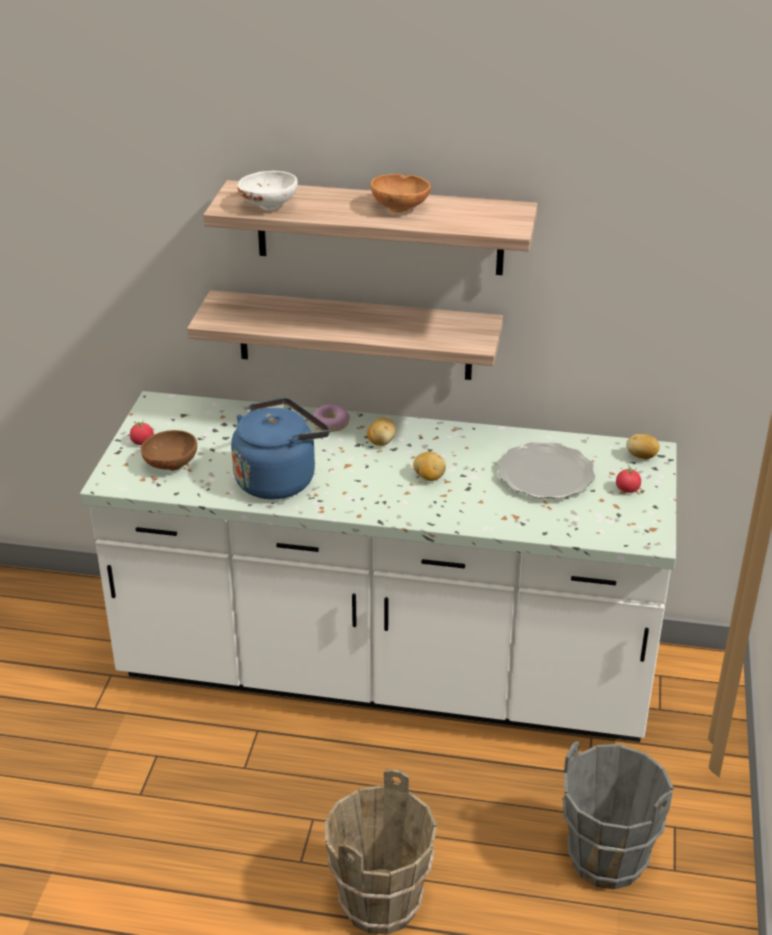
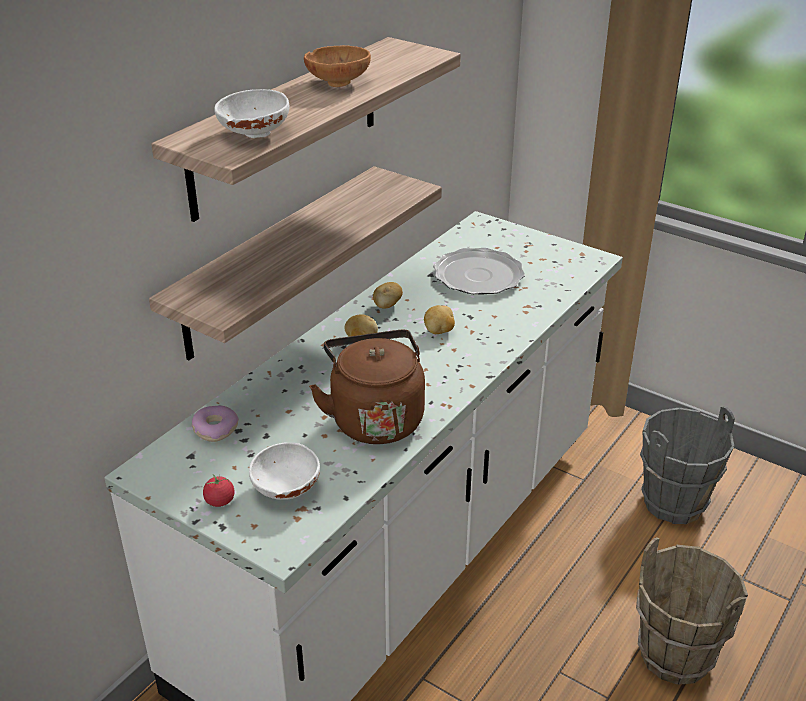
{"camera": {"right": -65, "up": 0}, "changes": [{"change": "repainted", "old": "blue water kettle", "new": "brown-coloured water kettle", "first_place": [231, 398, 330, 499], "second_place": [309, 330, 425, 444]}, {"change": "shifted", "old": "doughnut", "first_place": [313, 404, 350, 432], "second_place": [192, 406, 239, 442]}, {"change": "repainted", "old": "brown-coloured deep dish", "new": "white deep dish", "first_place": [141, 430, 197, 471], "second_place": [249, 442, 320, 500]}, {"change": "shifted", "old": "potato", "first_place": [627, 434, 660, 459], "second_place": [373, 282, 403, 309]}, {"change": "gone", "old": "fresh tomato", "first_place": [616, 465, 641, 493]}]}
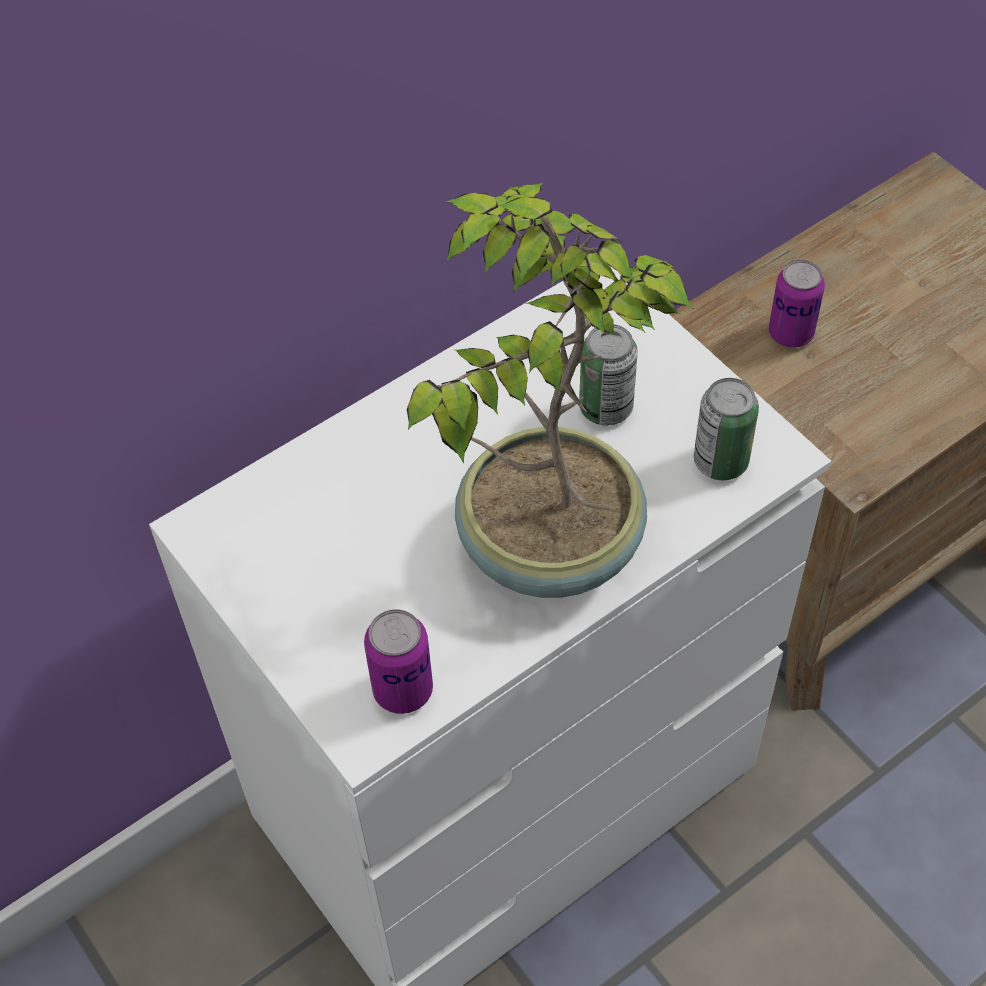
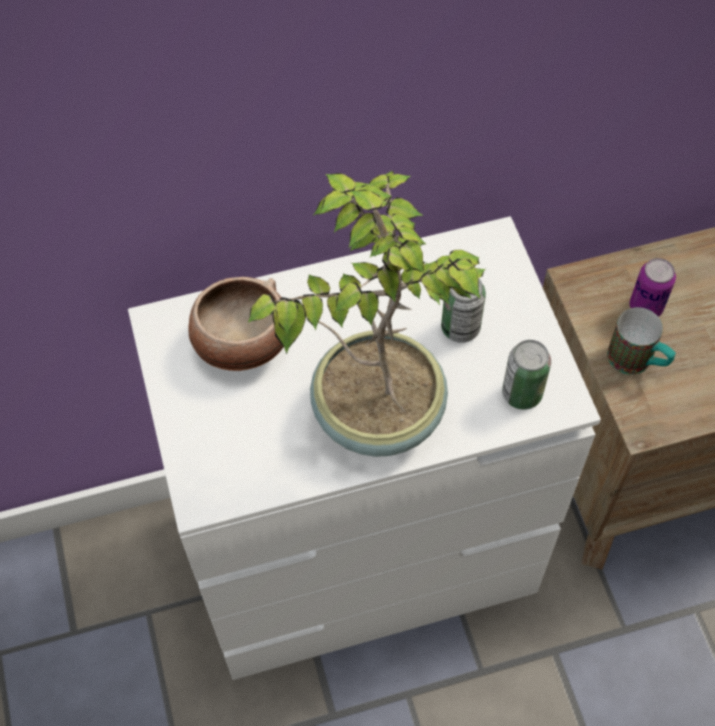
{"camera": {"right": 20, "up": 5}, "changes": [{"change": "gone", "old": "can", "first_place": [364, 609, 433, 714]}, {"change": "new", "new": "deep dish", "second_place": [189, 277, 284, 371]}, {"change": "new", "new": "mug", "second_place": [607, 307, 676, 375]}]}
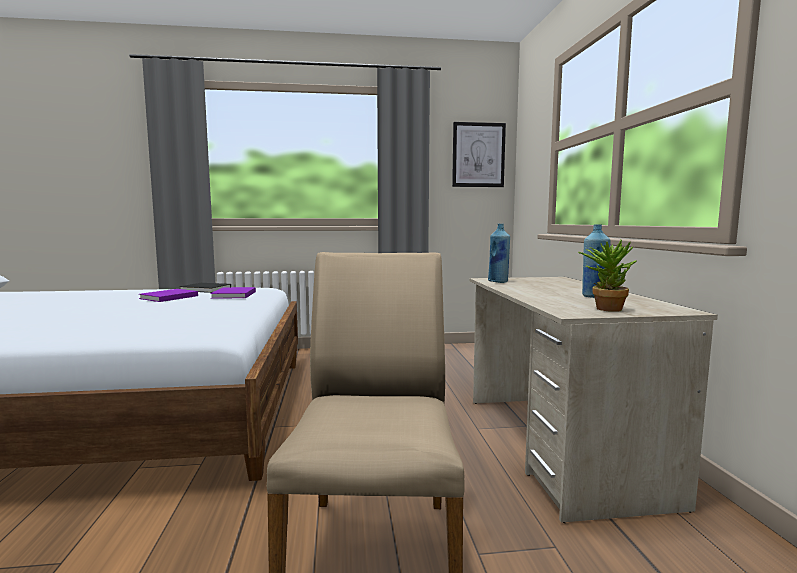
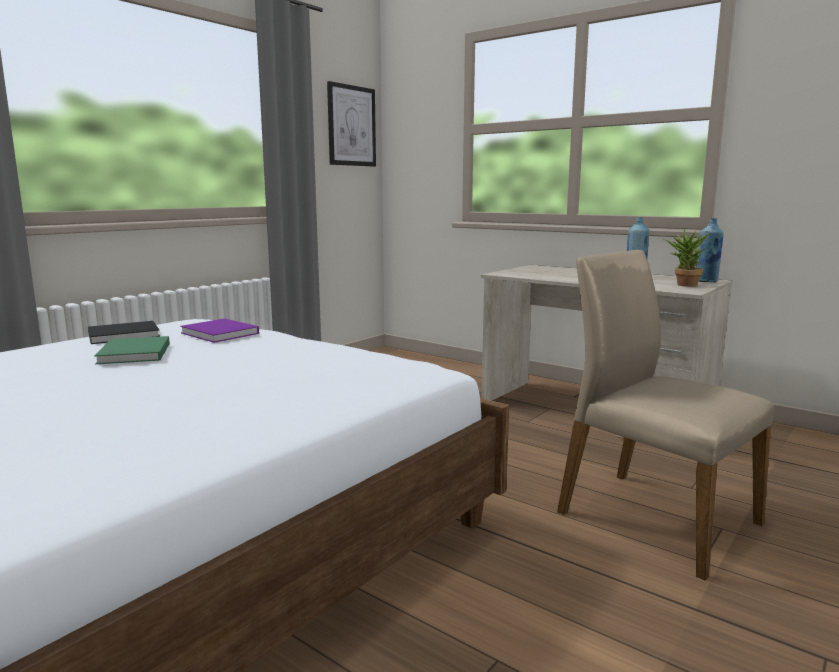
{"camera": {"right": -45, "up": 5}, "changes": [{"change": "shifted", "old": "blue bottle", "first_place": [488, 224, 510, 283], "second_place": [696, 218, 724, 283]}, {"change": "repainted", "old": "purple-coloured book", "new": "green book", "first_place": [139, 289, 198, 302], "second_place": [94, 336, 170, 364]}]}
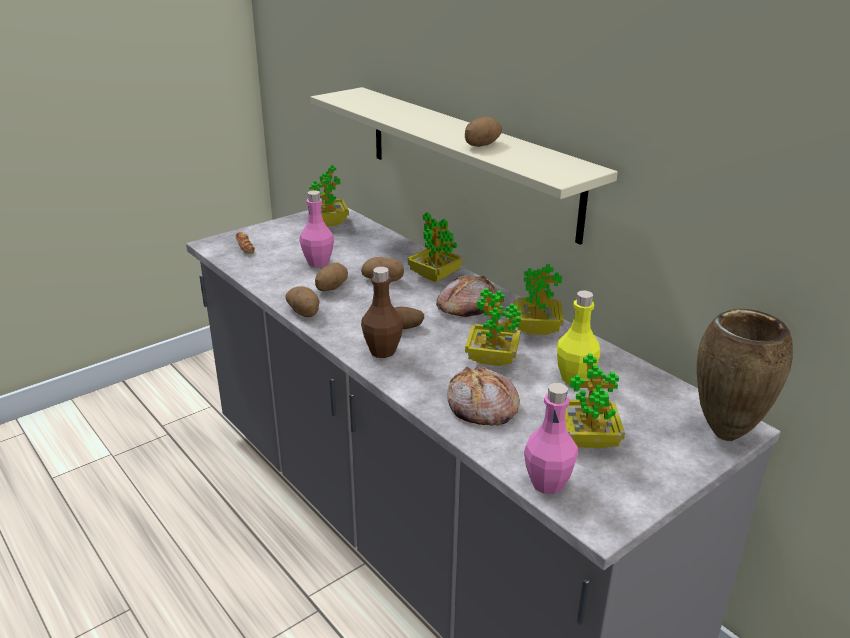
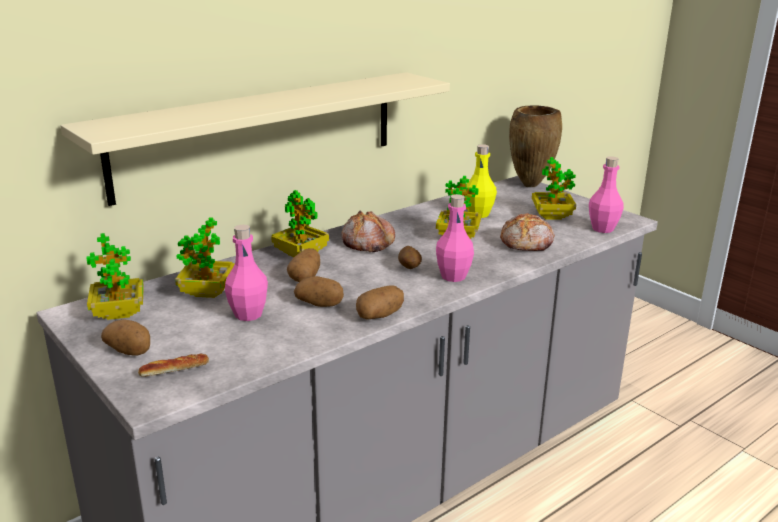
{"camera": {"right": -90, "up": -5}, "changes": [{"change": "shifted", "old": "potato", "first_place": [465, 117, 502, 147], "second_place": [101, 319, 150, 356]}, {"change": "shifted", "old": "potted plant", "first_place": [514, 264, 564, 335], "second_place": [175, 217, 235, 298]}, {"change": "repainted", "old": "brown-coloured bottle", "new": "pink bottle", "first_place": [361, 267, 403, 358], "second_place": [436, 194, 474, 282]}]}
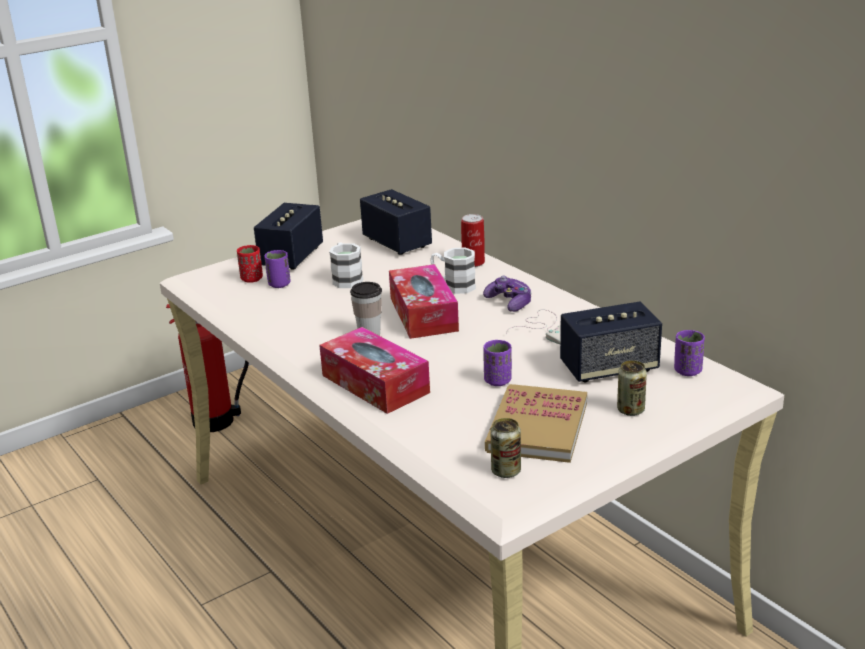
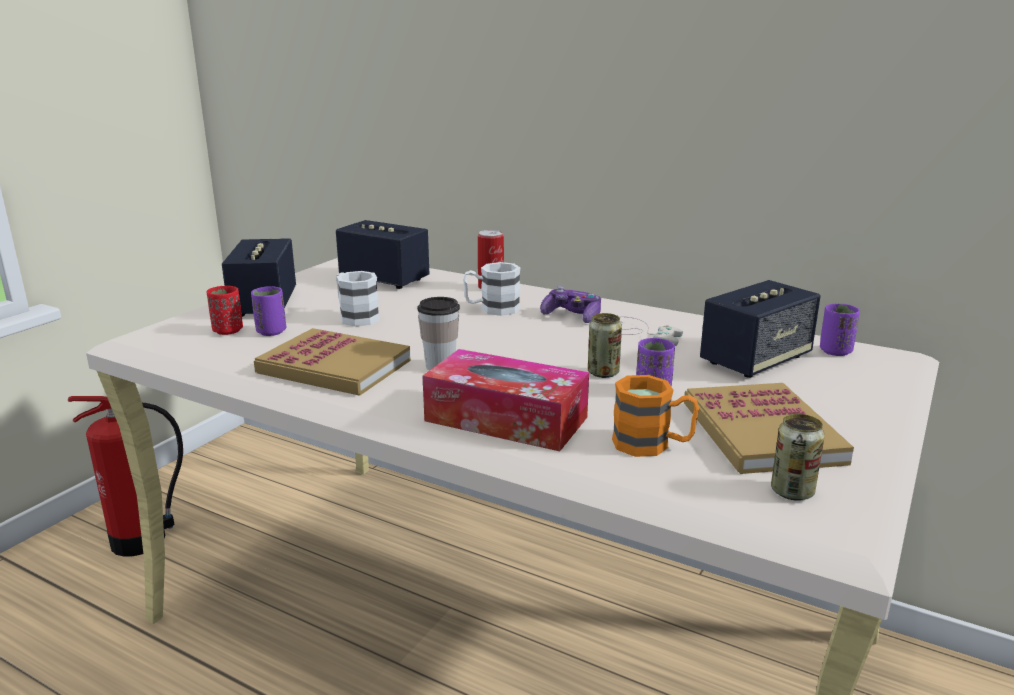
{"camera": {"right": -25, "up": -5}, "changes": [{"change": "gone", "old": "tissue box", "first_place": [389, 264, 459, 339]}, {"change": "shifted", "old": "can", "first_place": [617, 360, 647, 416], "second_place": [588, 313, 622, 378]}, {"change": "new", "new": "book", "second_place": [254, 328, 411, 396]}, {"change": "new", "new": "orange-coloured mug", "second_place": [612, 375, 699, 457]}]}
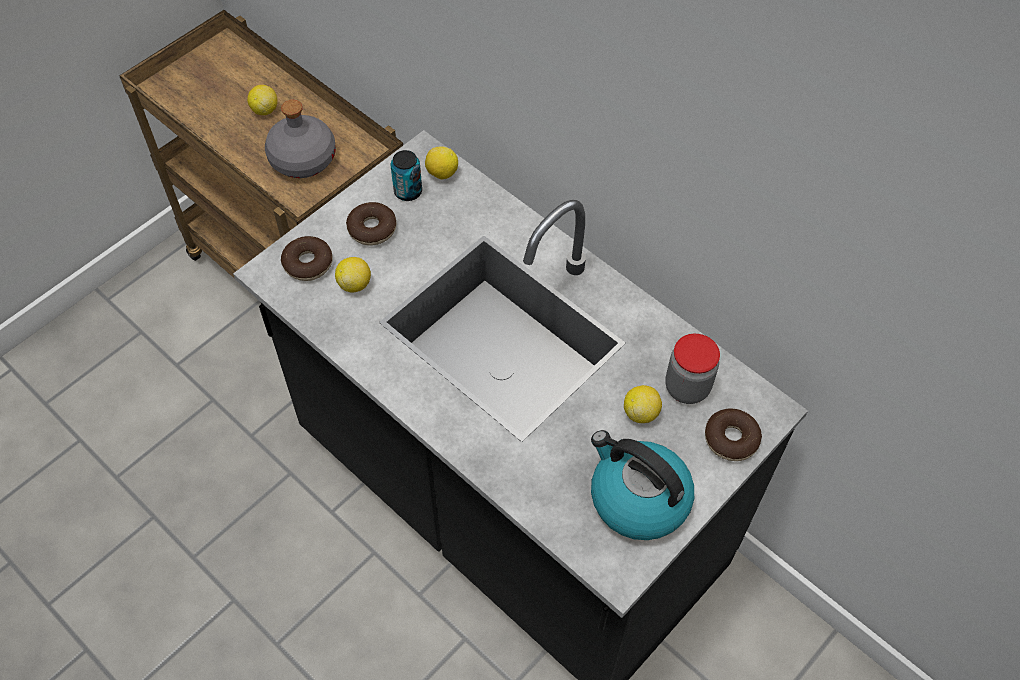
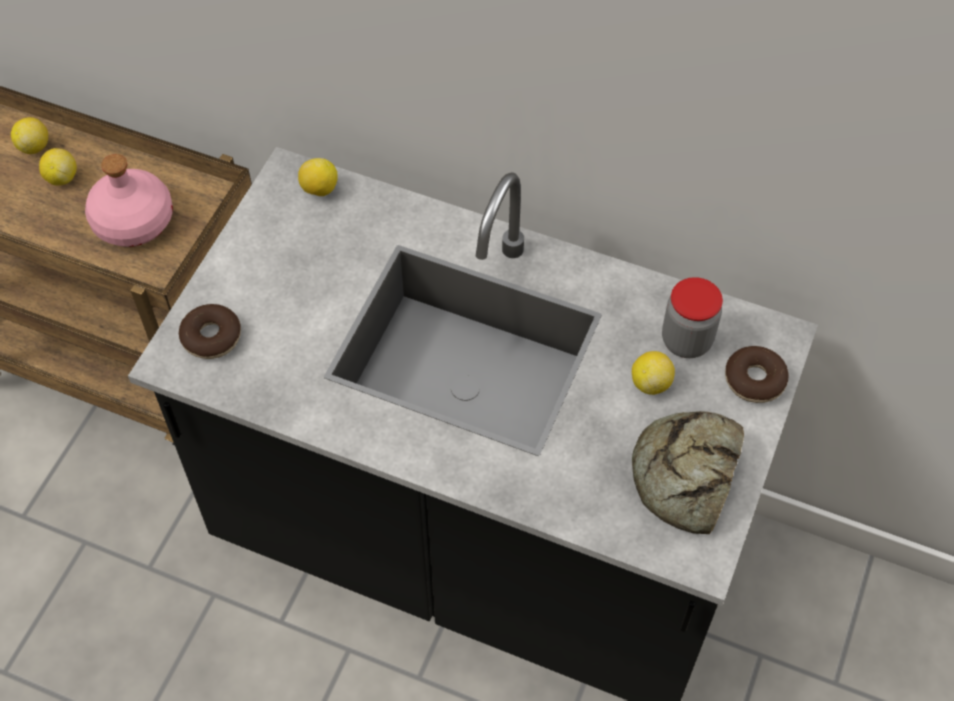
{"camera": {"right": -20, "up": 0}, "changes": [{"change": "repainted", "old": "greyish bottle", "new": "pink bottle", "first_place": [265, 100, 336, 178], "second_place": [85, 154, 173, 247]}, {"change": "gone", "old": "can", "first_place": [391, 150, 422, 201]}, {"change": "gone", "old": "doughnut", "first_place": [346, 202, 397, 246]}, {"change": "shifted", "old": "whole lemon", "first_place": [335, 257, 371, 293], "second_place": [11, 117, 48, 154]}, {"change": "swapped", "old": "water kettle", "new": "bread", "first_place": [591, 430, 694, 540], "second_place": [632, 411, 744, 534]}]}
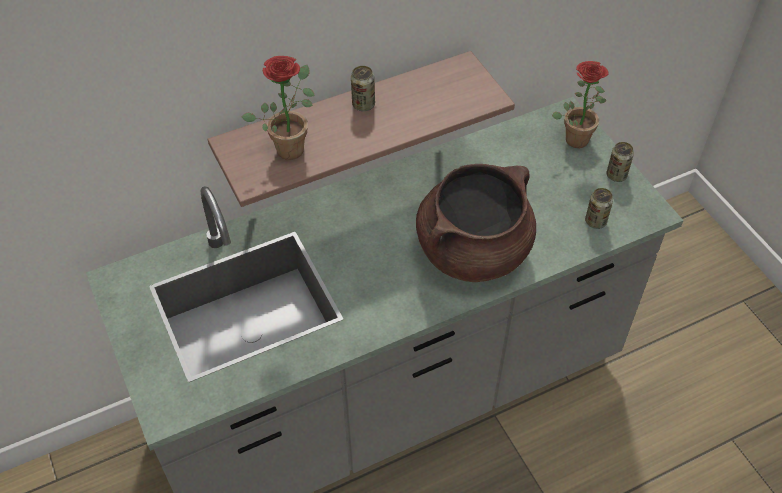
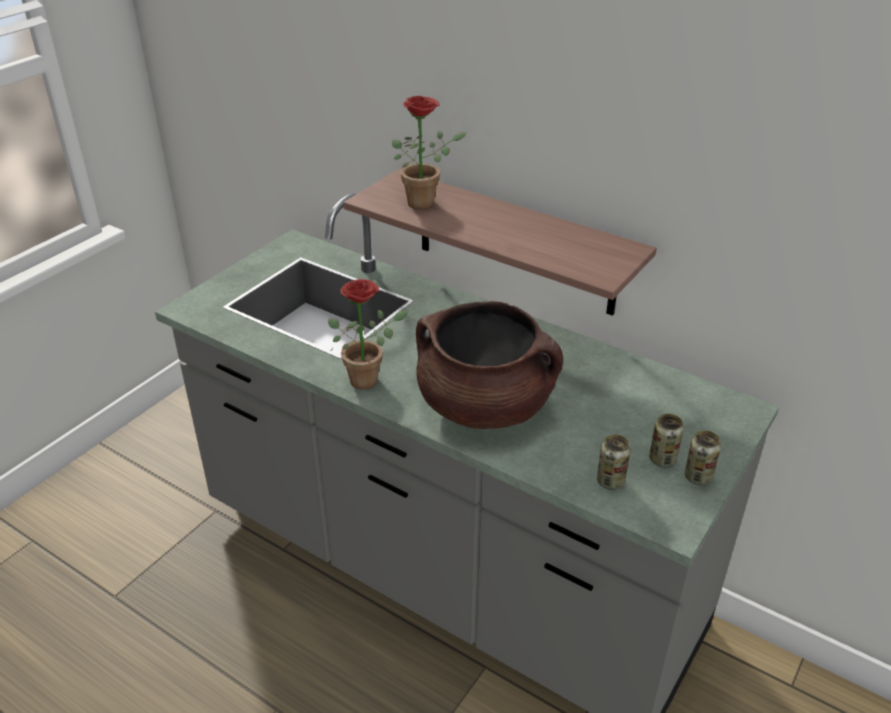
{"camera": {"right": 60, "up": -15}, "changes": [{"change": "shifted", "old": "potted plant", "first_place": [552, 61, 609, 148], "second_place": [328, 279, 408, 389]}, {"change": "shifted", "old": "can", "first_place": [351, 66, 375, 111], "second_place": [649, 414, 684, 467]}]}
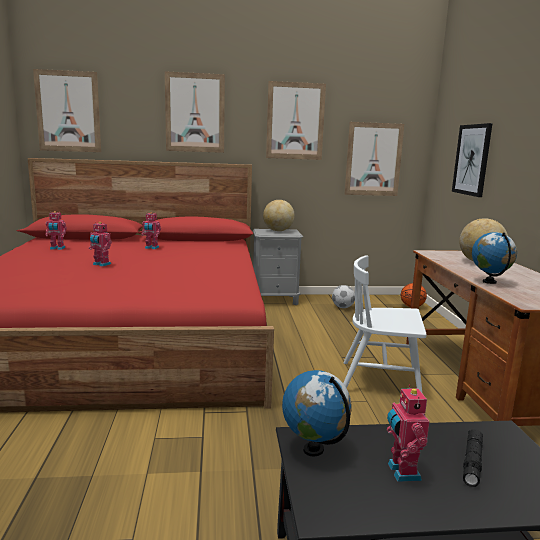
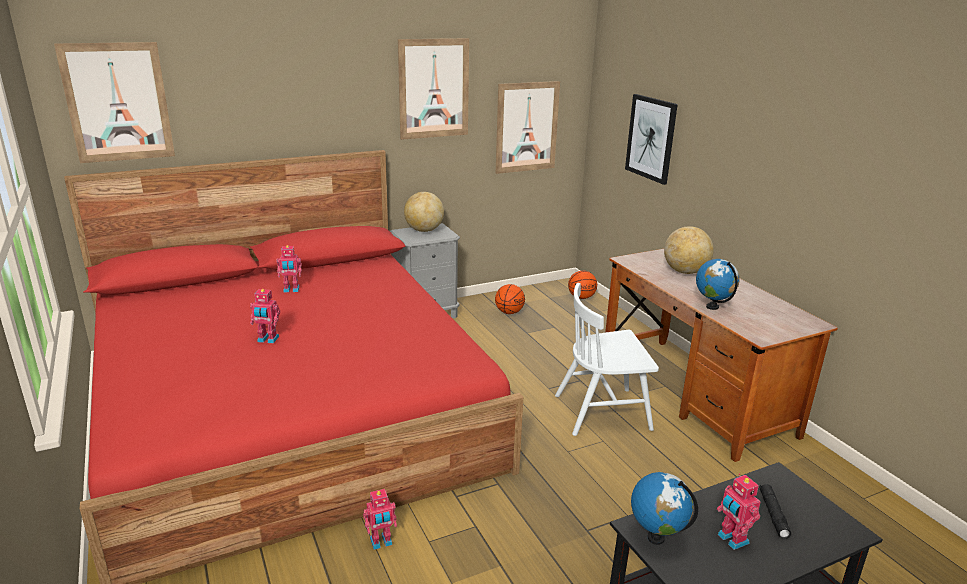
{"camera": {"right": -20, "up": 10}, "changes": [{"change": "gone", "old": "wall picture", "first_place": [165, 71, 225, 153]}, {"change": "shifted", "old": "toy robot", "first_place": [45, 211, 67, 250], "second_place": [363, 489, 397, 550]}, {"change": "swapped", "old": "football ball", "new": "basketball", "first_place": [332, 285, 355, 308], "second_place": [495, 284, 525, 314]}]}
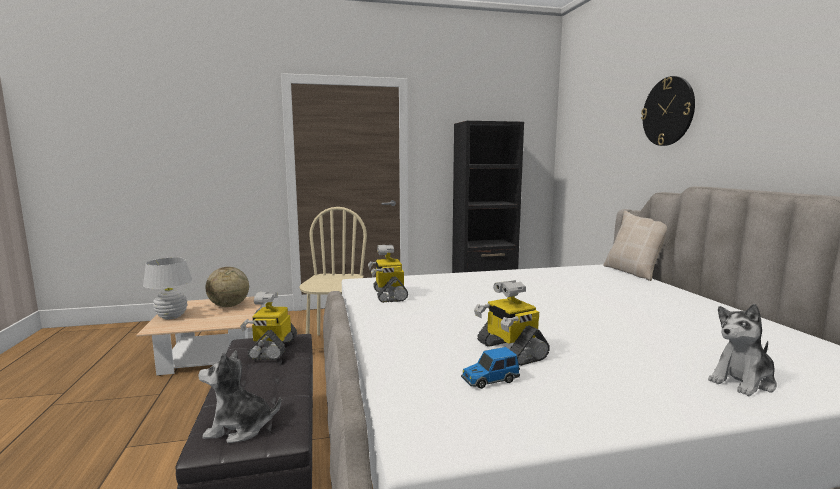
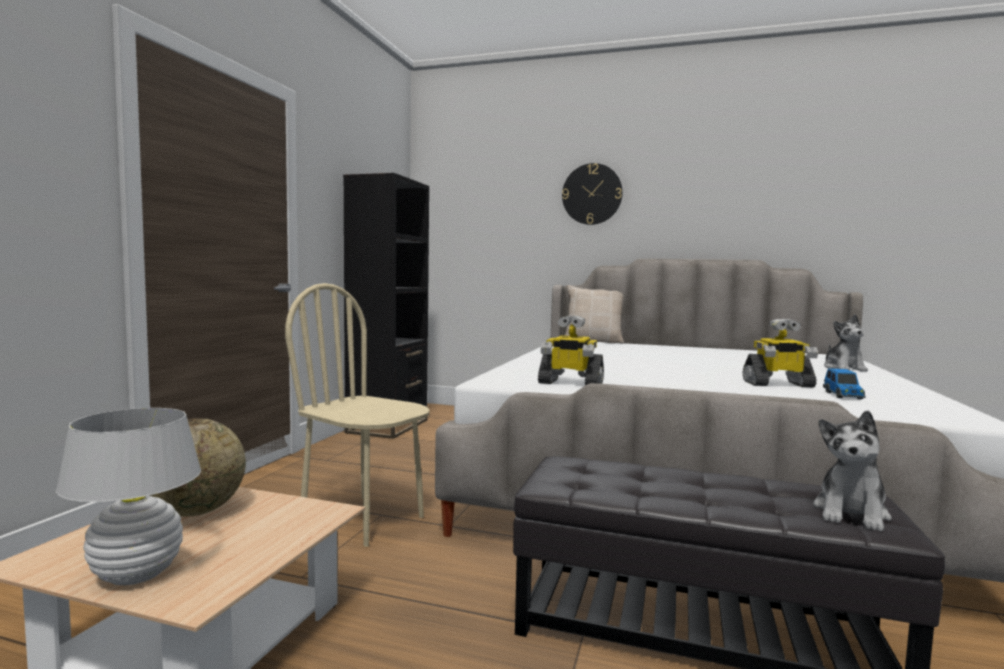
{"camera": {"right": -60, "up": -5}, "changes": [{"change": "gone", "old": "toy robot", "first_place": [240, 292, 297, 360]}]}
